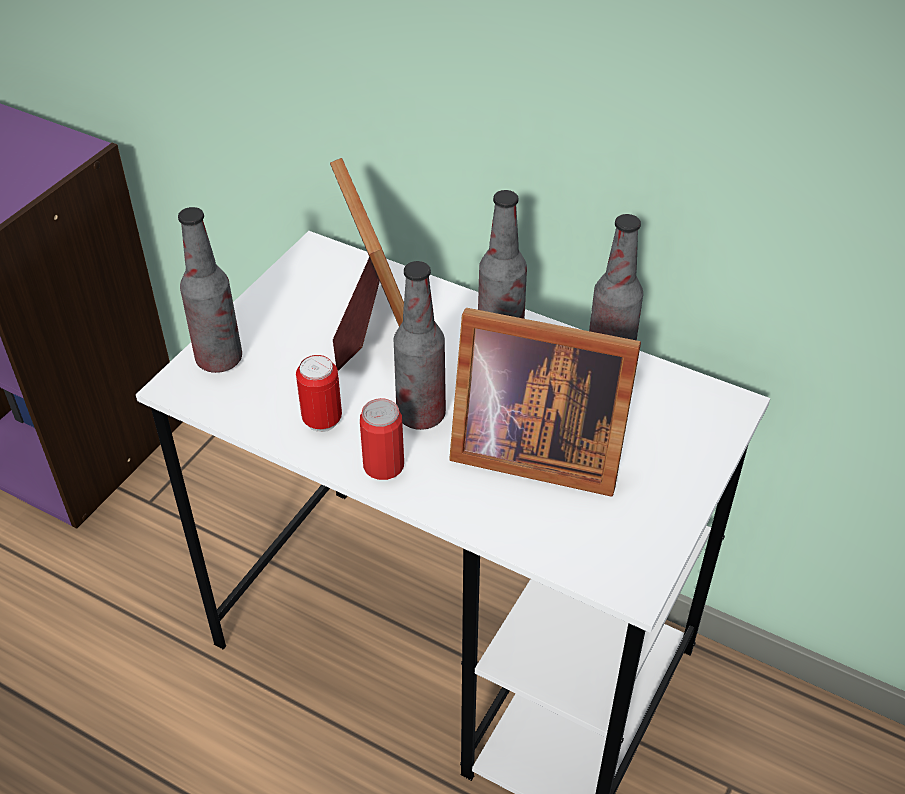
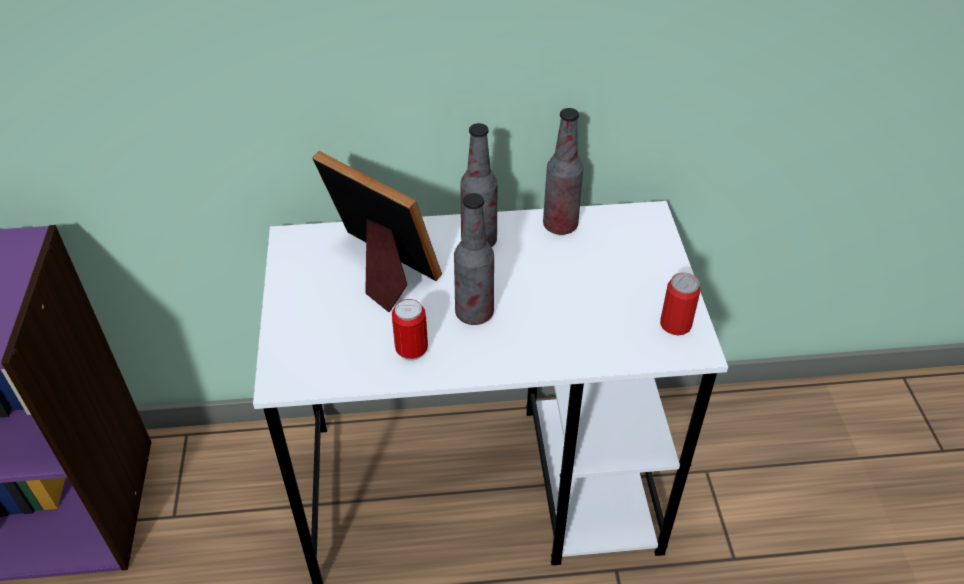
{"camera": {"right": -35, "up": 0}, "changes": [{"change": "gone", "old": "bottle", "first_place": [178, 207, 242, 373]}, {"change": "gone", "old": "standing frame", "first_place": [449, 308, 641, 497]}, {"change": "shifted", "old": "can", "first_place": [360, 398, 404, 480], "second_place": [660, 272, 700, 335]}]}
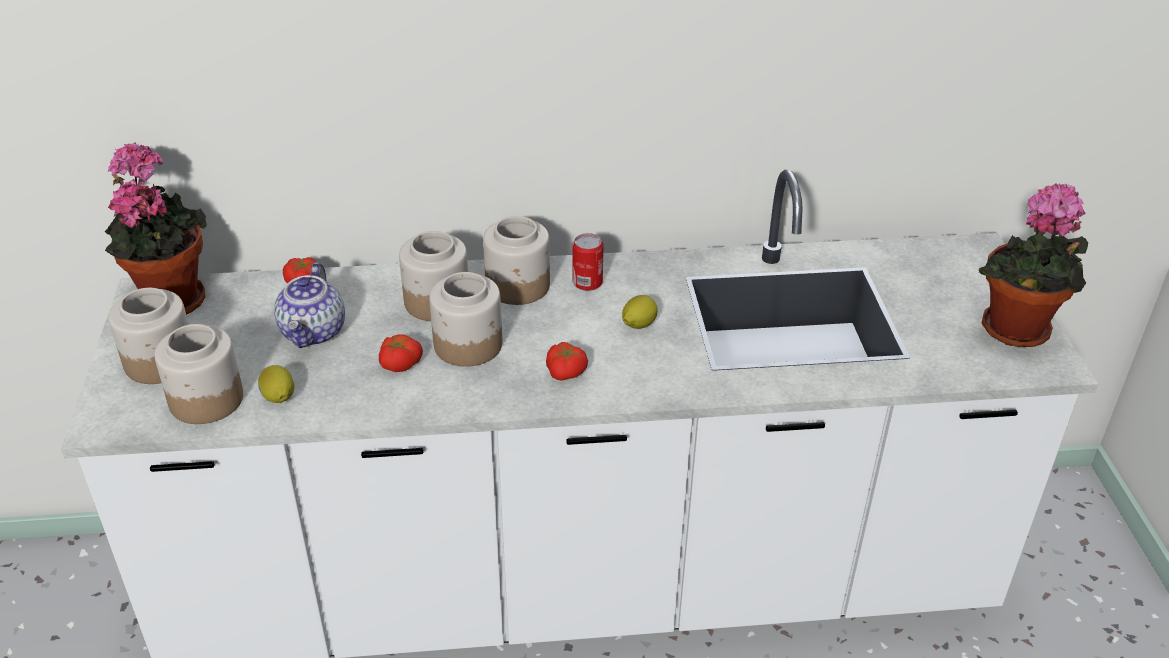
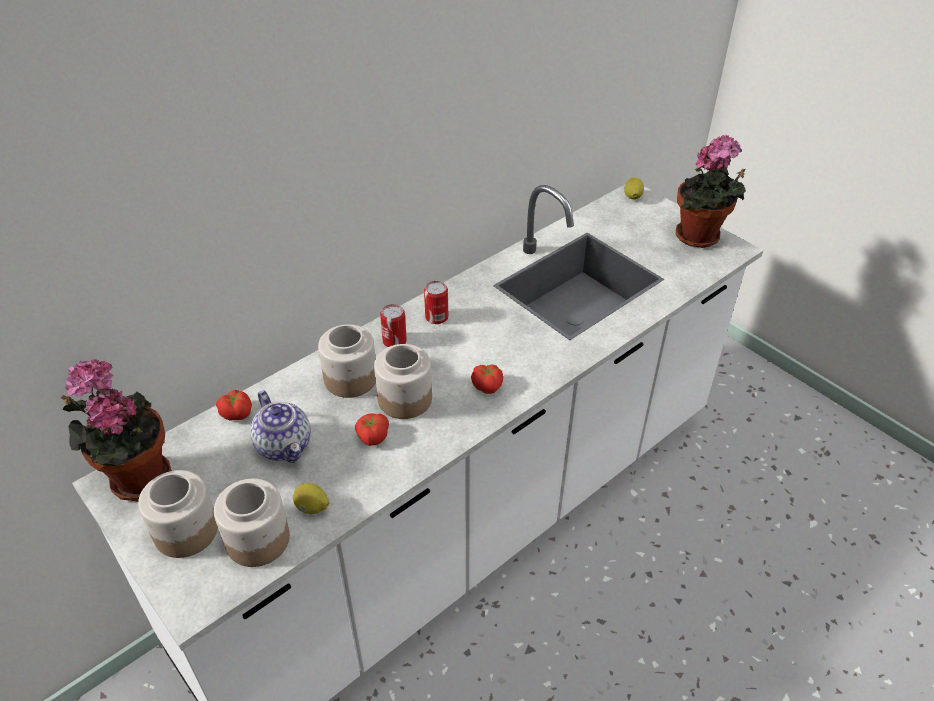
{"camera": {"right": -35, "up": 5}, "changes": [{"change": "swapped", "old": "storage jar", "new": "can", "first_place": [483, 216, 550, 305], "second_place": [380, 304, 407, 347]}, {"change": "shifted", "old": "whole lemon", "first_place": [622, 295, 658, 329], "second_place": [624, 177, 644, 199]}]}
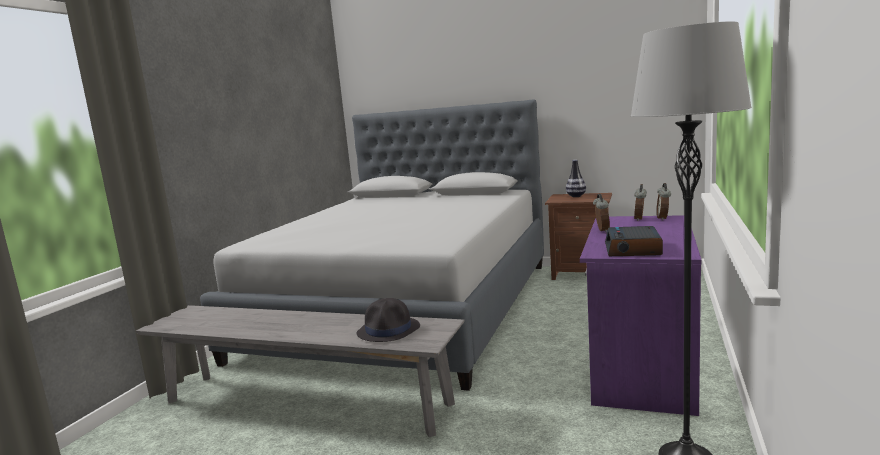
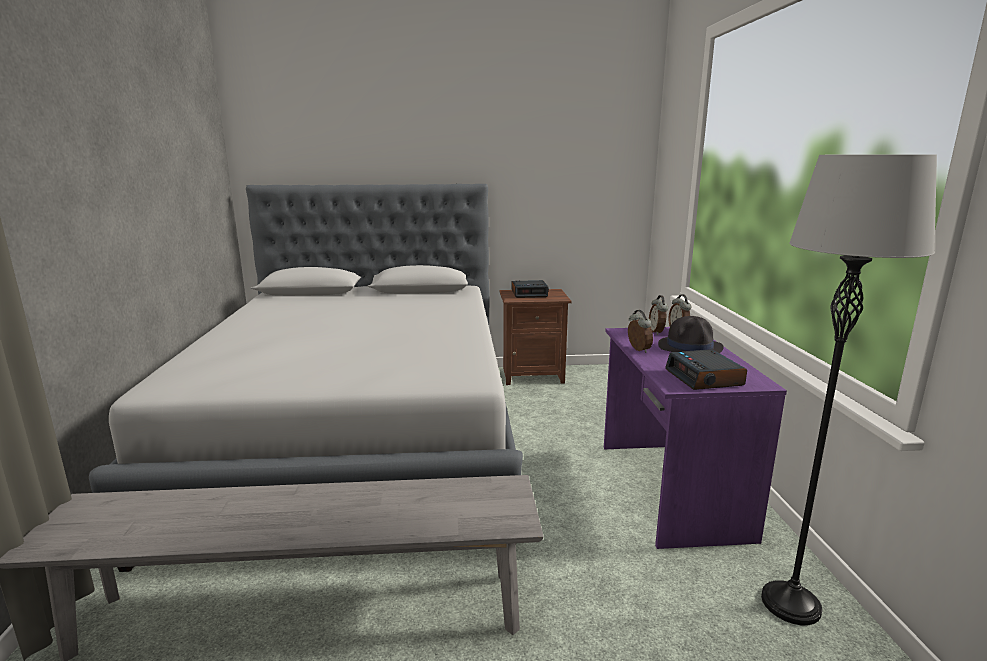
{"camera": {"right": -25, "up": 5}, "changes": [{"change": "swapped", "old": "decorative vase", "new": "alarm clock", "first_place": [566, 160, 586, 197], "second_place": [512, 280, 549, 298]}, {"change": "shifted", "old": "blackish clothing hat", "first_place": [356, 298, 420, 342], "second_place": [658, 316, 724, 353]}]}
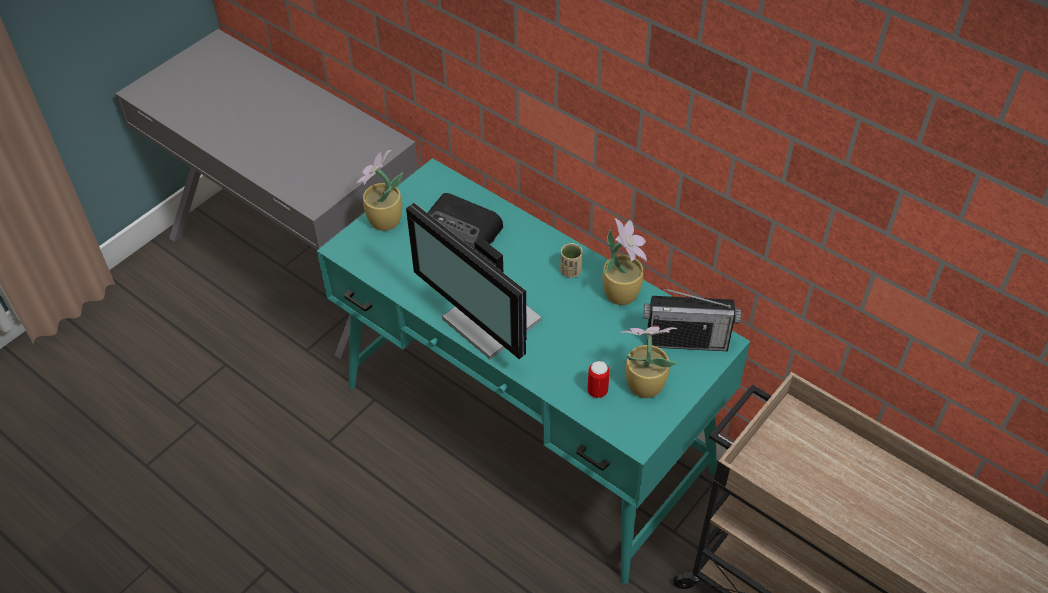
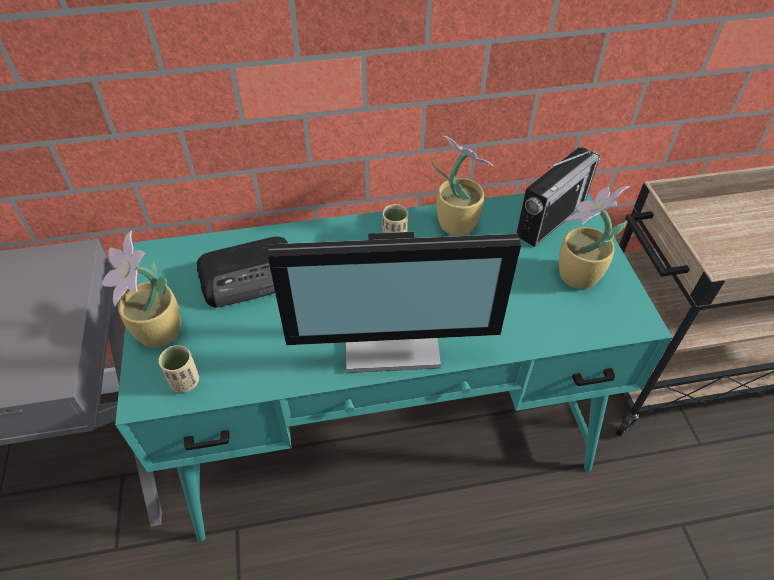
{"camera": {"right": -50, "up": 0}, "changes": [{"change": "gone", "old": "can", "first_place": [587, 361, 610, 398]}, {"change": "new", "new": "sand-coloured drinking cup", "second_place": [159, 345, 199, 393]}]}
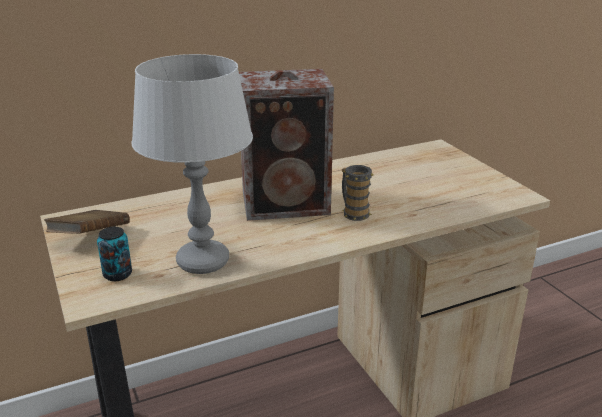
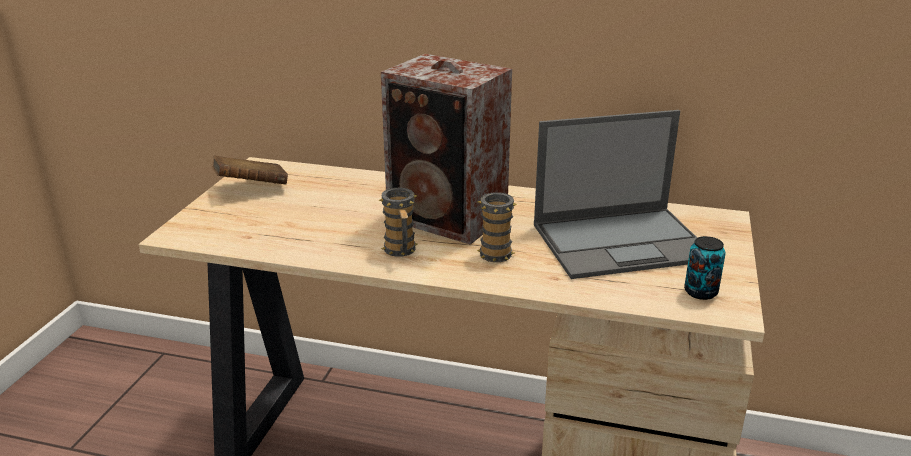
{"camera": {"right": 40, "up": 0}, "changes": [{"change": "gone", "old": "greyish tabletop lamp", "first_place": [131, 54, 253, 274]}, {"change": "shifted", "old": "can", "first_place": [97, 227, 132, 281], "second_place": [684, 236, 726, 300]}, {"change": "new", "new": "portable computer", "second_place": [534, 110, 697, 279]}, {"change": "new", "new": "mug", "second_place": [379, 188, 418, 257]}]}
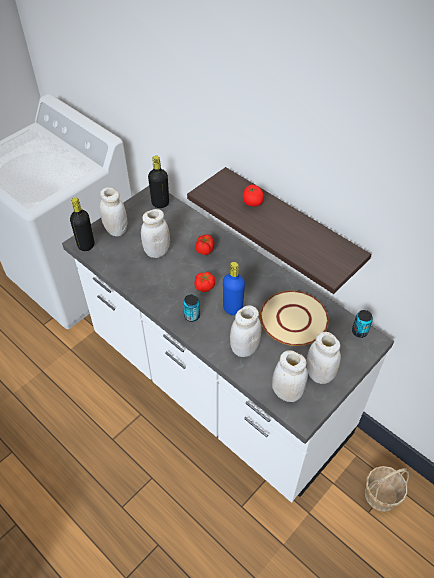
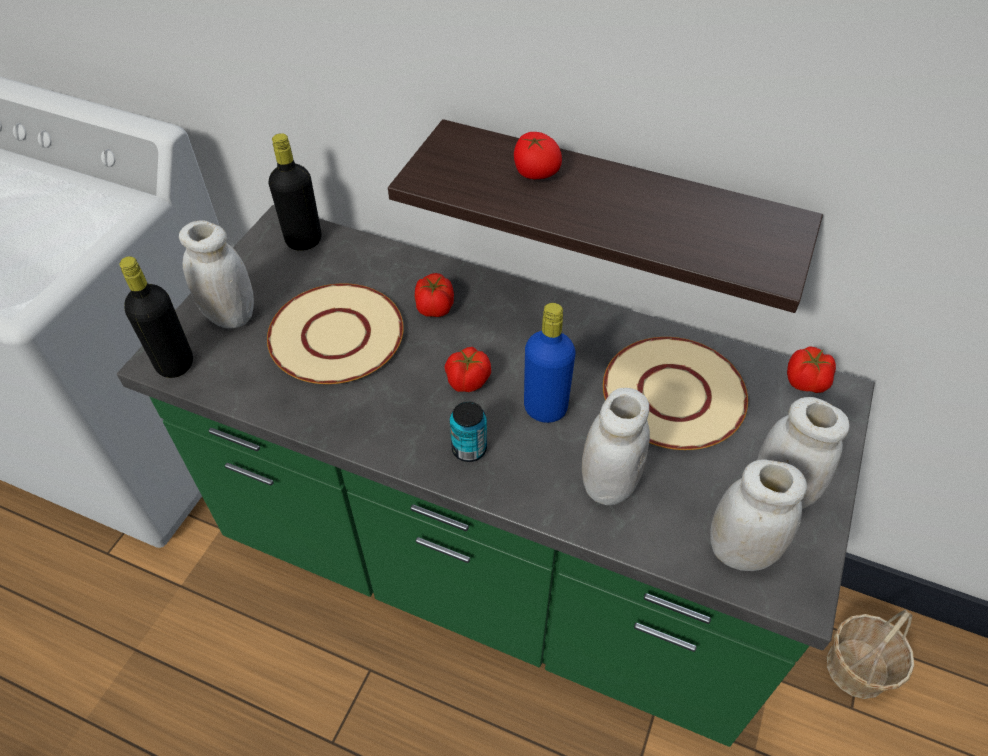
{"camera": {"right": -20, "up": 0}, "changes": [{"change": "repainted", "old": "white kitchen counter", "new": "green kitchen counter", "first_place": [62, 186, 394, 503], "second_place": [117, 205, 875, 747]}, {"change": "swapped", "old": "white storage jar", "new": "sand-coloured flat dish", "first_place": [141, 209, 170, 258], "second_place": [267, 283, 404, 384]}, {"change": "swapped", "old": "can", "new": "fresh tomato", "first_place": [352, 310, 373, 338], "second_place": [787, 346, 836, 393]}]}
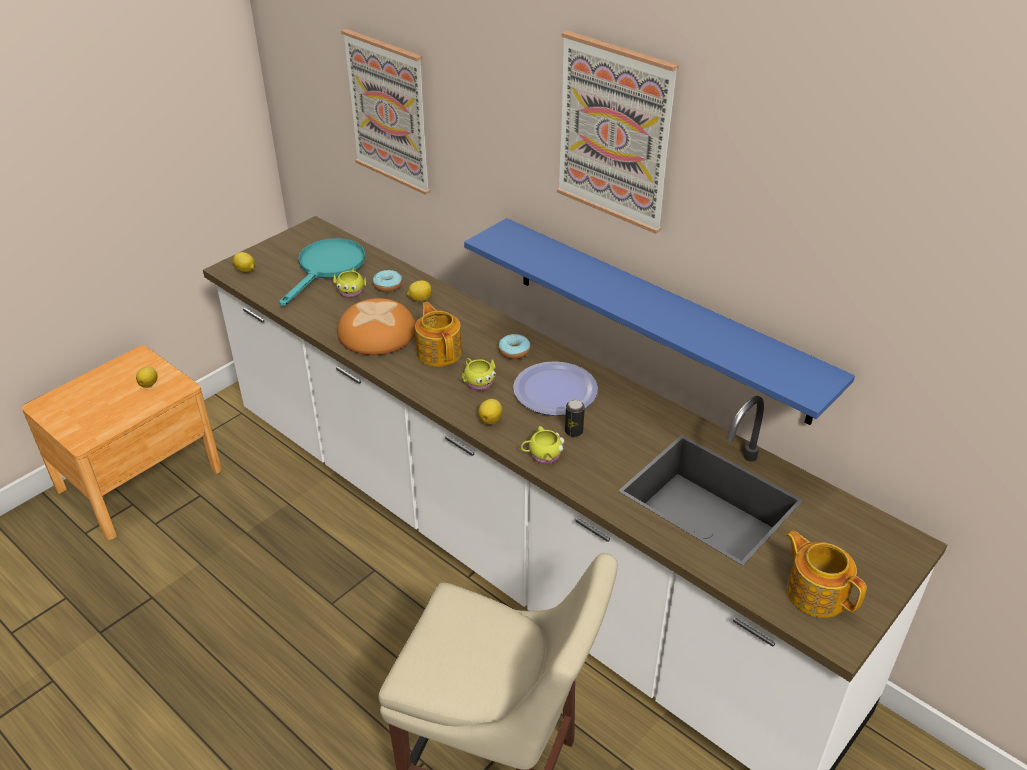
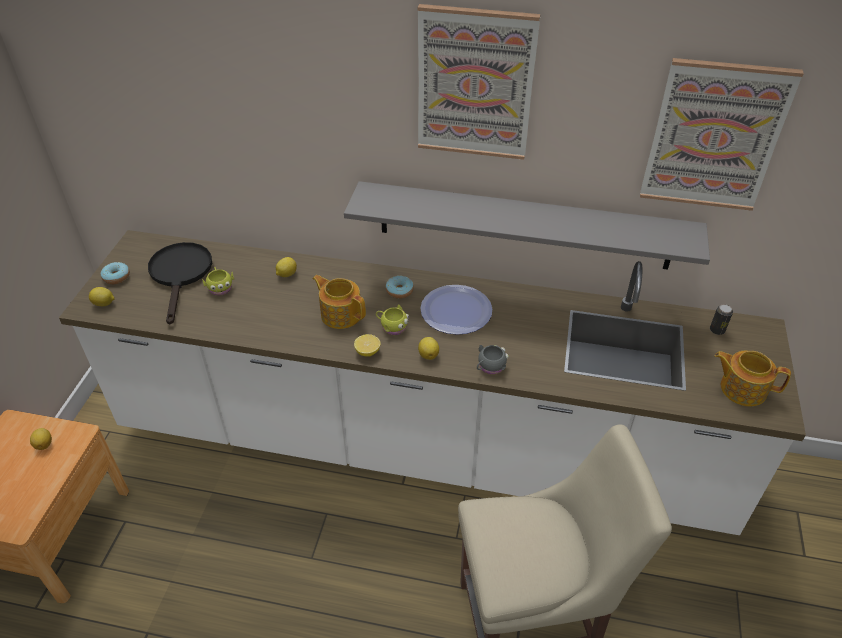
{"camera": {"right": -30, "up": 5}, "changes": [{"change": "shifted", "old": "wall picture", "first_place": [341, 29, 430, 195], "second_place": [640, 58, 804, 211]}, {"change": "repainted", "old": "blue wall shelf", "new": "greyish wall shelf", "first_place": [464, 218, 855, 425], "second_place": [344, 181, 710, 270]}, {"change": "repainted", "old": "turquoise-coloured frying pan", "new": "blackish frying pan", "first_place": [279, 238, 365, 306], "second_place": [148, 242, 212, 325]}, {"change": "shifted", "old": "doughnut", "first_place": [373, 270, 402, 292], "second_place": [100, 262, 130, 284]}, {"change": "gone", "old": "bread", "first_place": [337, 298, 416, 355]}, {"change": "shifted", "old": "can", "first_place": [565, 400, 585, 437], "second_place": [710, 304, 733, 335]}, {"change": "repainted", "old": "yellow mug", "new": "greyish mug", "first_place": [521, 426, 565, 464], "second_place": [477, 345, 509, 375]}, {"change": "new", "new": "whole lemon", "second_place": [354, 334, 380, 357]}]}
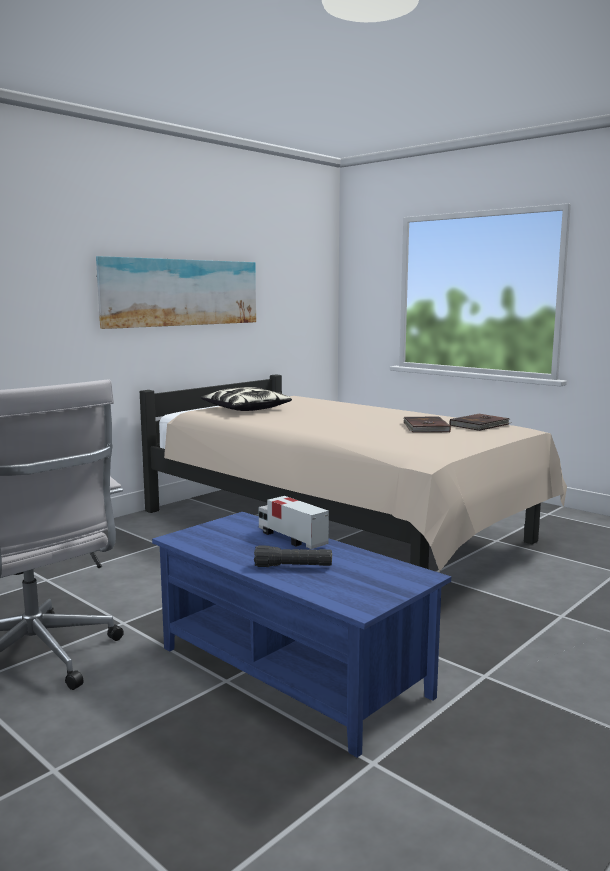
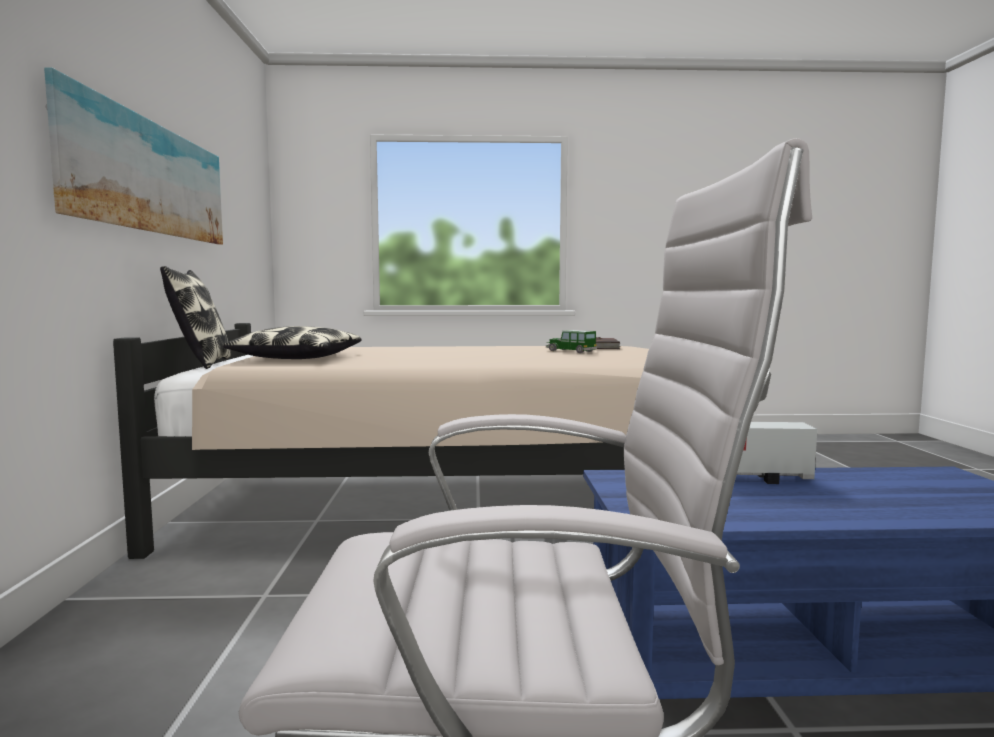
{"camera": {"right": -45, "up": -5}, "changes": [{"change": "swapped", "old": "brown-coloured book", "new": "miniature car", "first_place": [404, 416, 451, 433], "second_place": [546, 330, 597, 353]}, {"change": "gone", "old": "blackish hand torch", "first_place": [254, 546, 332, 567]}, {"change": "new", "new": "throw pillow", "second_place": [160, 266, 231, 369]}]}
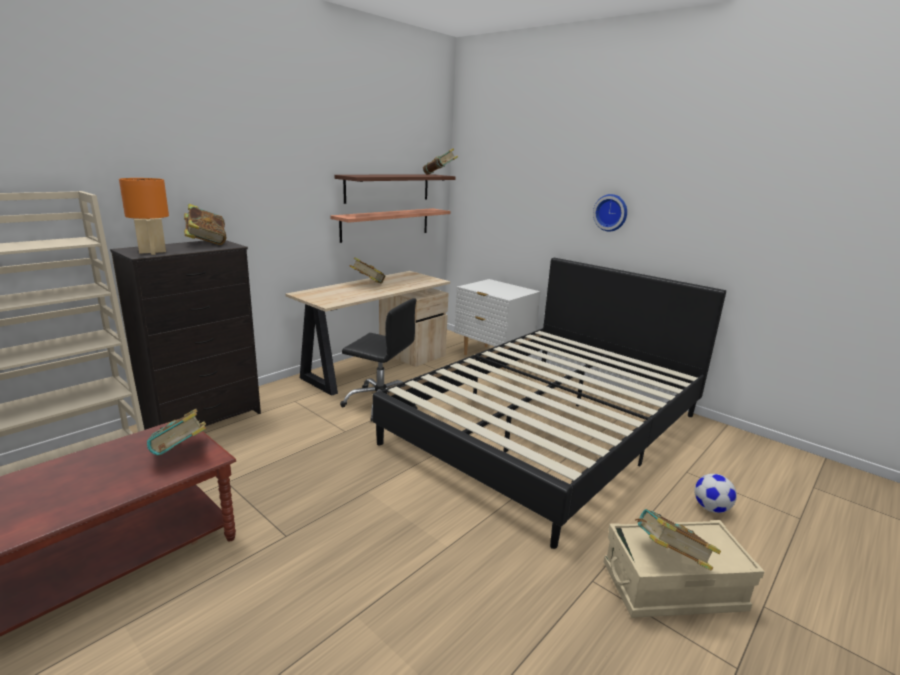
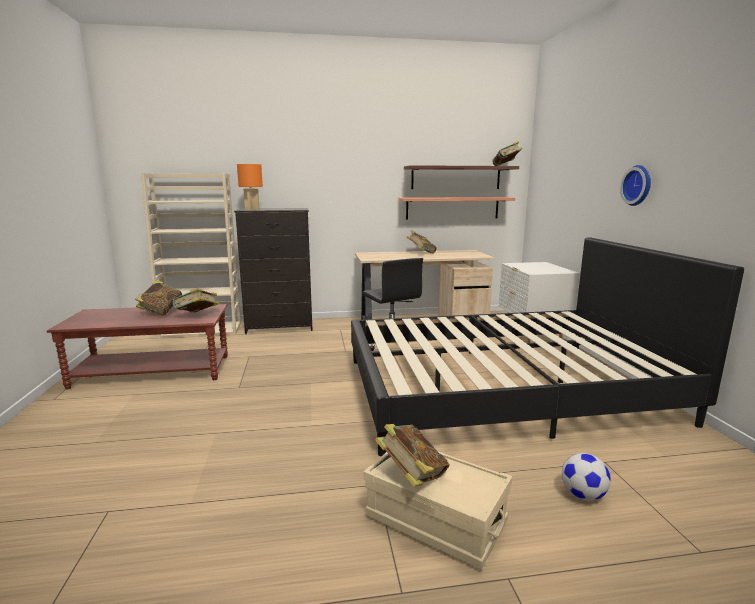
{"camera": {"right": 40, "up": -5}, "changes": [{"change": "shifted", "old": "book", "first_place": [184, 204, 226, 245], "second_place": [135, 280, 182, 316]}]}
